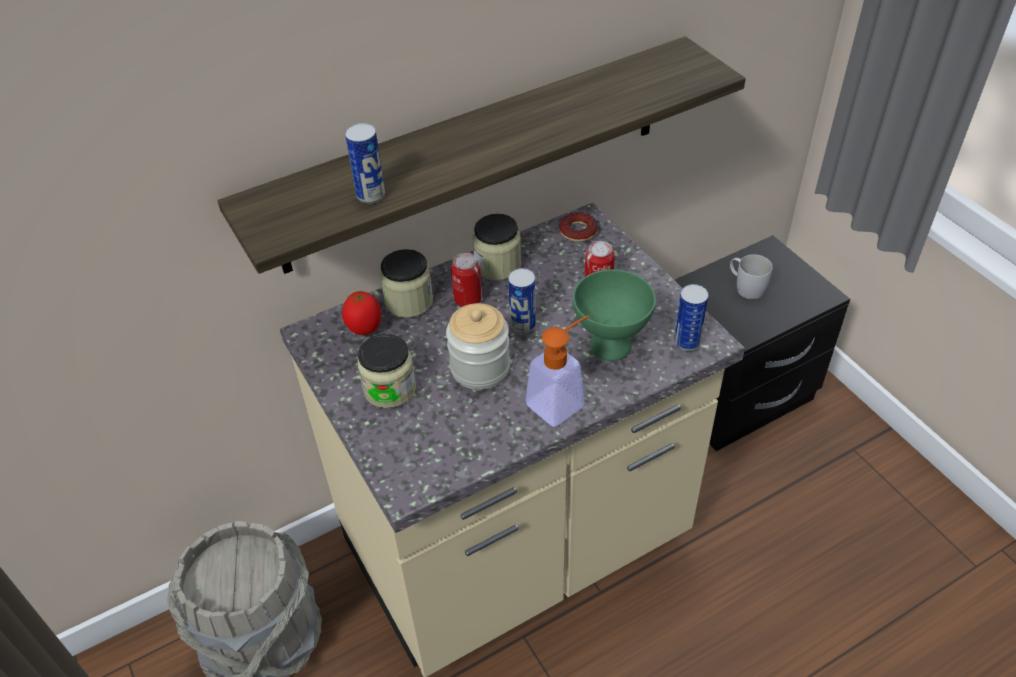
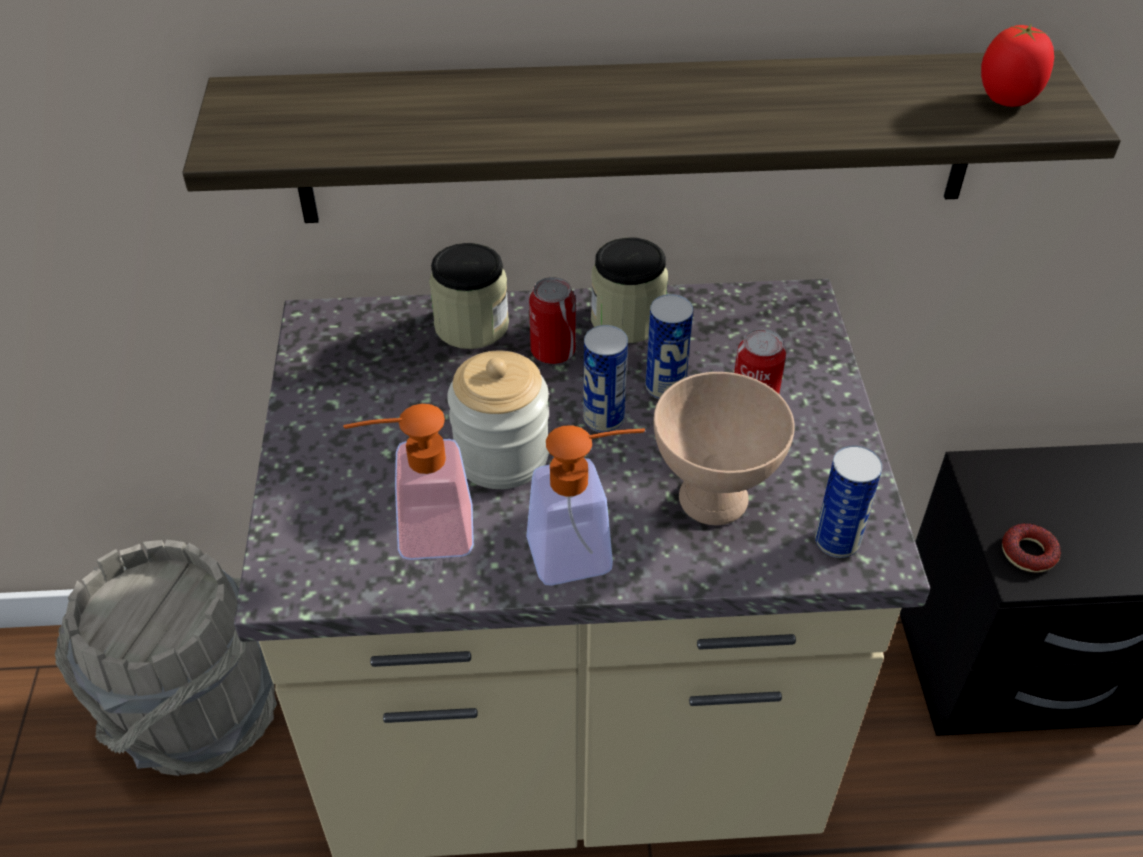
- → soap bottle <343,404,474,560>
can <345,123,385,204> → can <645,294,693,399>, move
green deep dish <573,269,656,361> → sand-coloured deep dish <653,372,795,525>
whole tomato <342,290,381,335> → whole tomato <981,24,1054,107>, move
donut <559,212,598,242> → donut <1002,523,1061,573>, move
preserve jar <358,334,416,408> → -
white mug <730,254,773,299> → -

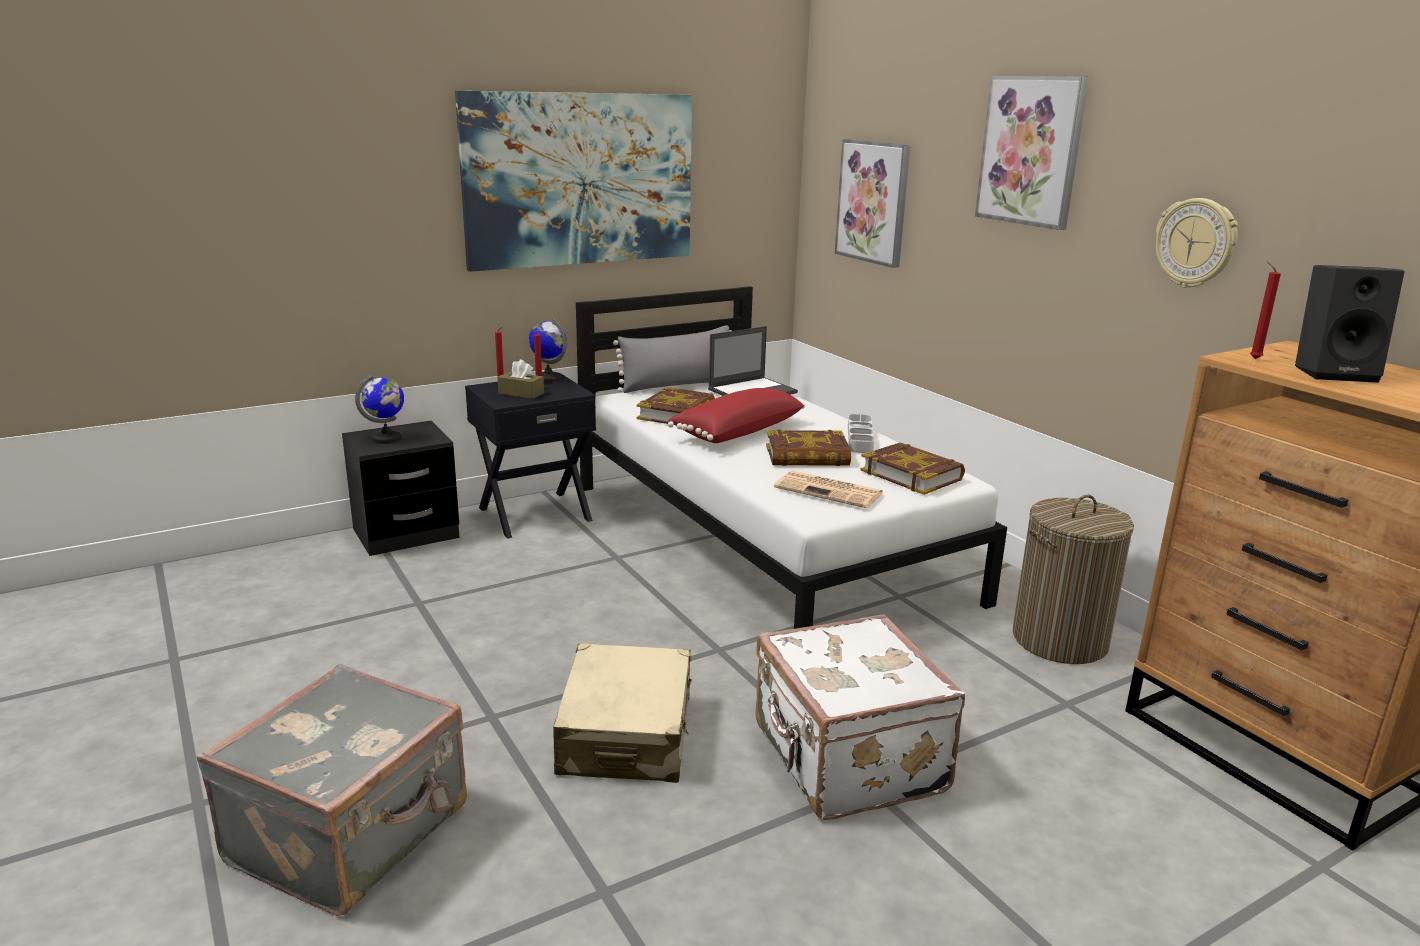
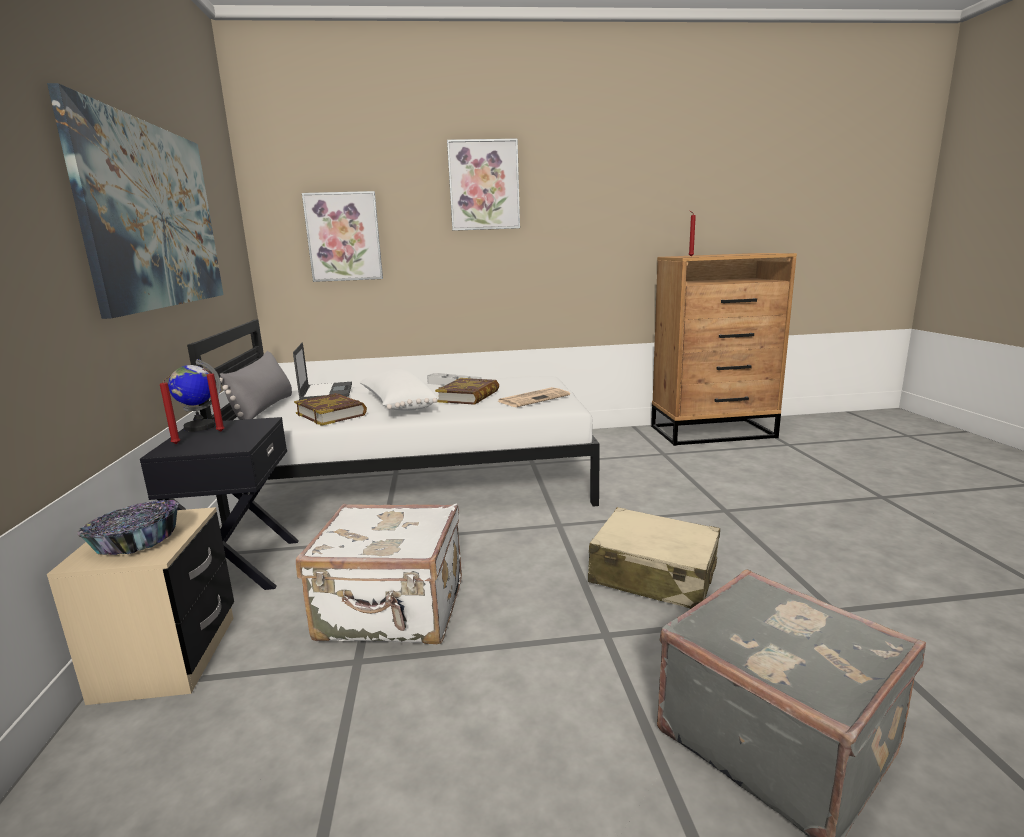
black-coloured nightstand <342,421,460,556> → sand-coloured nightstand <47,507,234,705>
world globe <355,374,404,444> → deep dish <77,500,179,555>
white travel case <755,614,965,820> → white travel case <296,503,462,644>, move
reddish pillow <668,388,805,443> → white pillow <360,369,438,411>
brownish tissue holder <498,359,544,399> → -
book <861,443,965,495> → -
washing basket <1013,495,1134,664> → -
clock on the wall <1155,198,1238,288> → -
black-coloured loudspeaker <1295,265,1404,383> → -

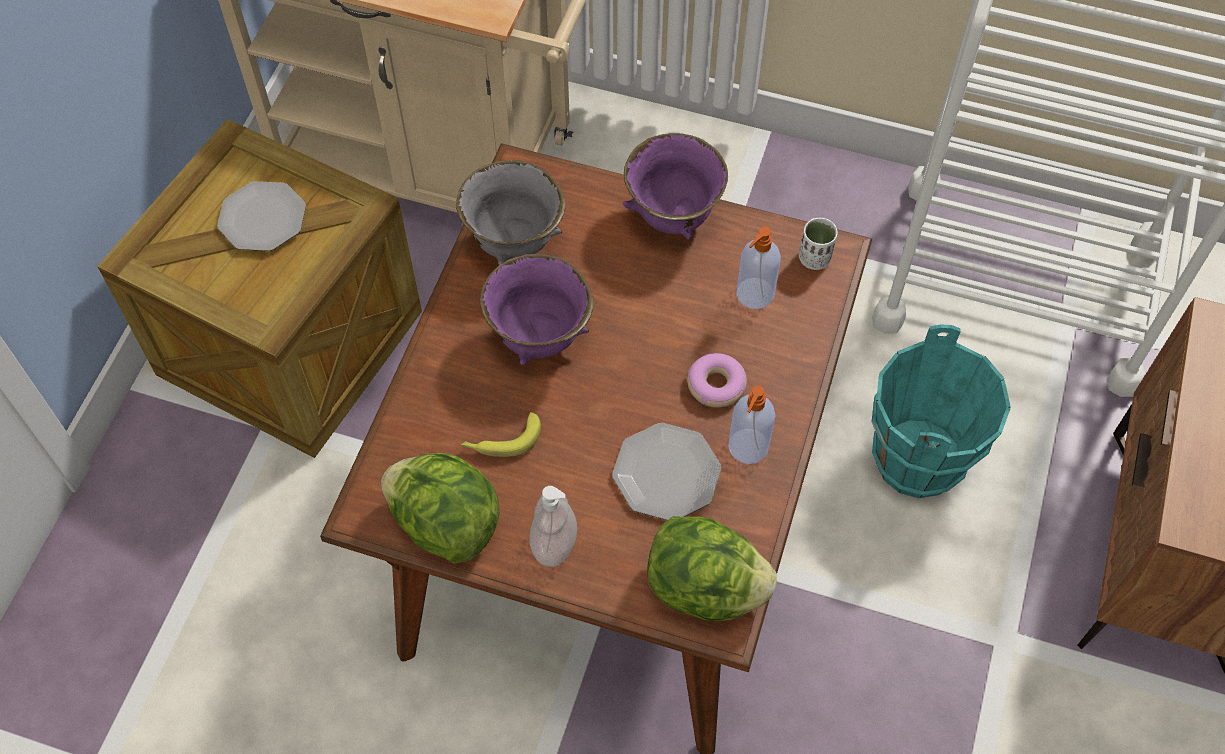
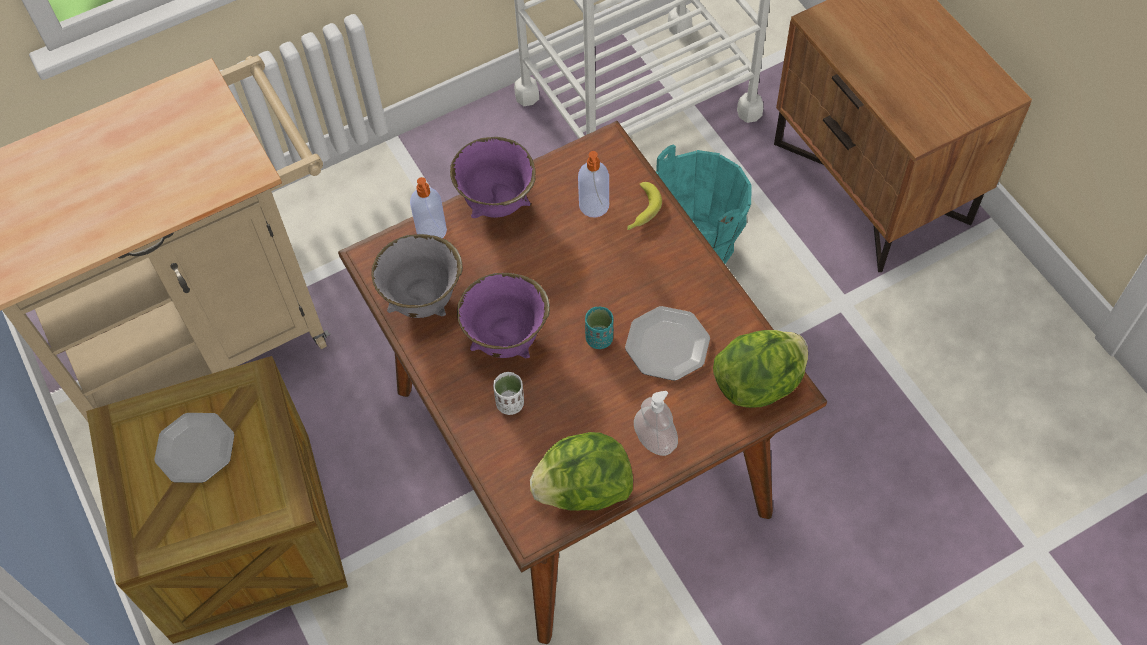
soap bottle <728,385,776,464> → soap bottle <410,177,447,239>, move
white drinking cup <799,218,838,270> → white drinking cup <493,372,524,415>, move
- → turquoise drinking cup <585,307,614,349>
banana fruit <461,412,541,457> → banana fruit <627,182,662,230>, move
donut <687,353,747,408> → -

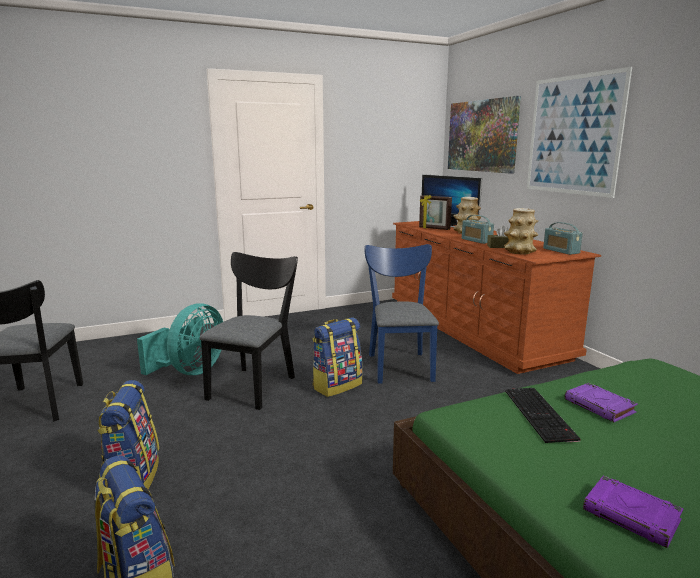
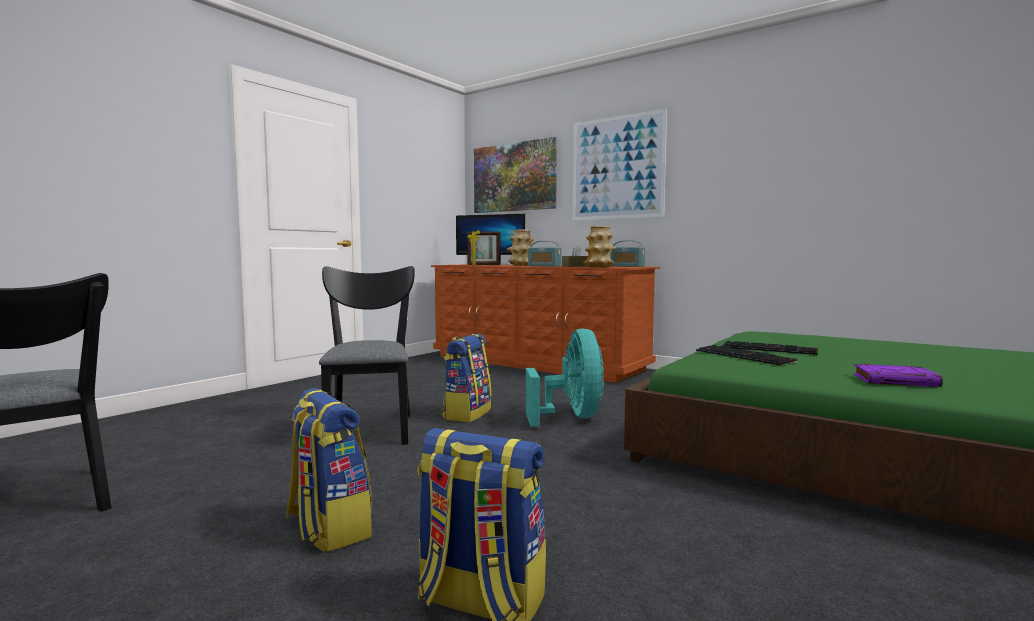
turquoise electric fan <137,303,223,375> → turquoise electric fan <526,328,604,426>, move
purple book <565,383,638,422> → PC keyboard <722,341,818,355>
bluish upright chair <364,244,439,384> → -

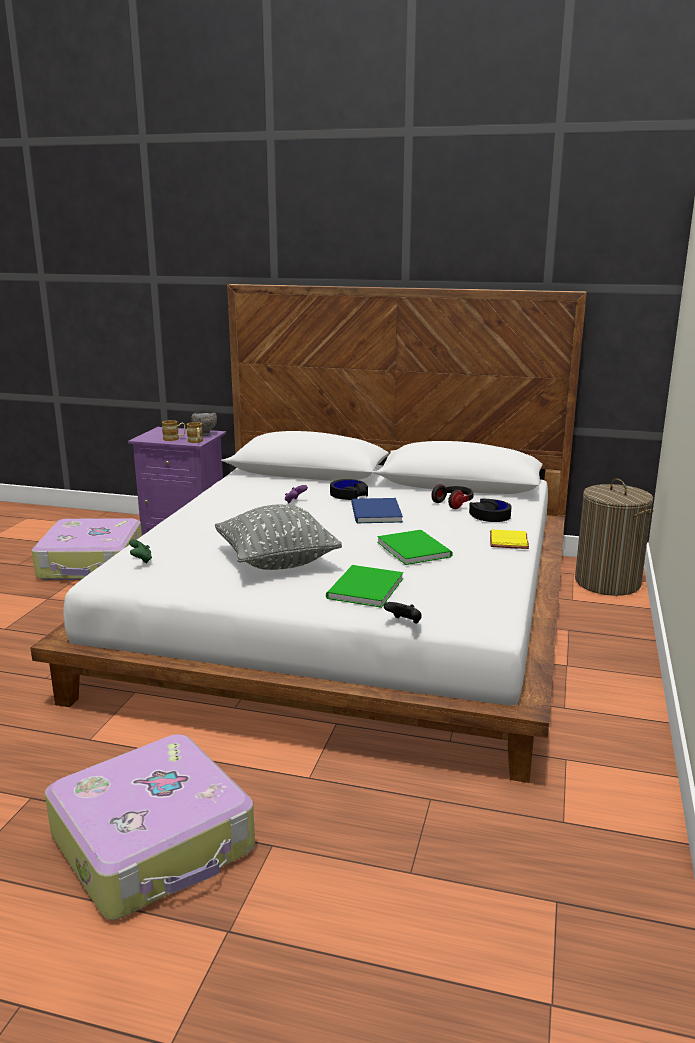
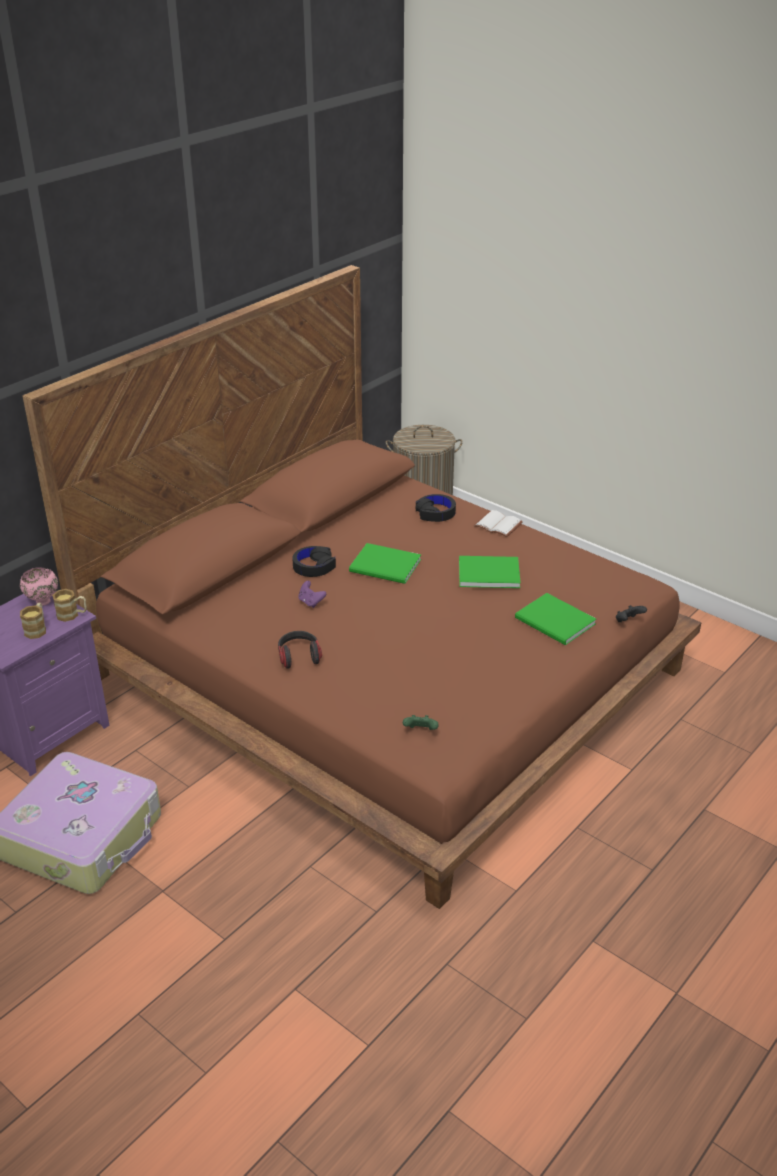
grey deep dish <191,410,217,436> → pinkish deep dish <20,567,58,606>
white bed <30,284,587,783> → brownish bed <22,265,701,909>
pair of headphones <431,484,474,509> → pair of headphones <278,631,322,668>, move
bluish book <352,498,403,523> → green book <349,543,421,584>
yellow-coloured book <490,529,529,549> → white book <474,510,523,537>
travel case <45,734,255,920> → -
grey pillow <215,505,342,570> → -

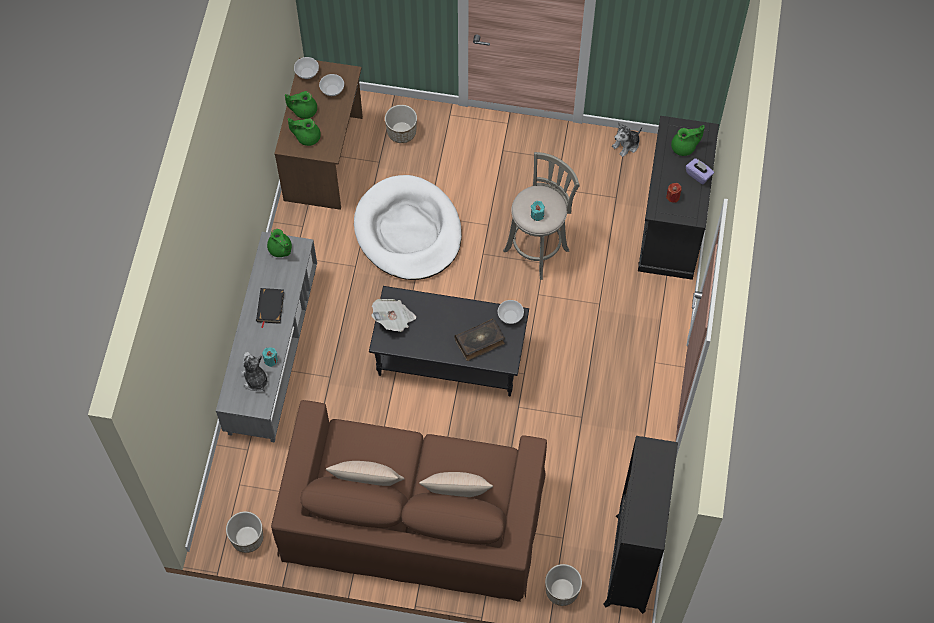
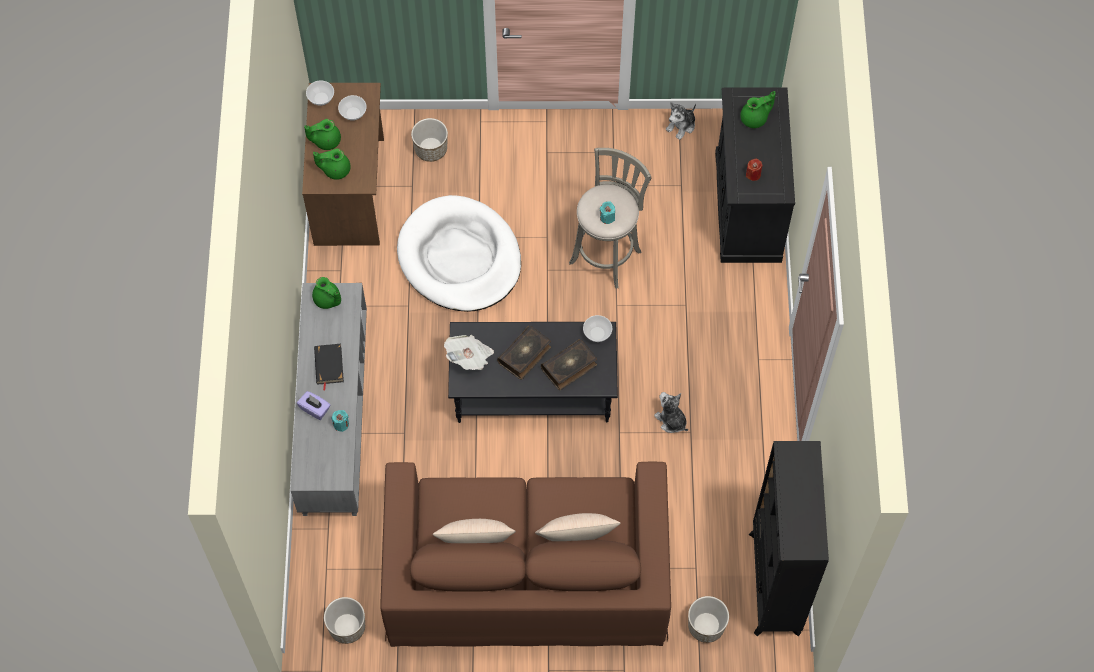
purple tissue holder <686,158,714,185> → purple tissue holder <297,391,331,420>, move
- → book <497,325,551,380>
soft toy <241,352,269,391> → soft toy <654,392,688,433>, move

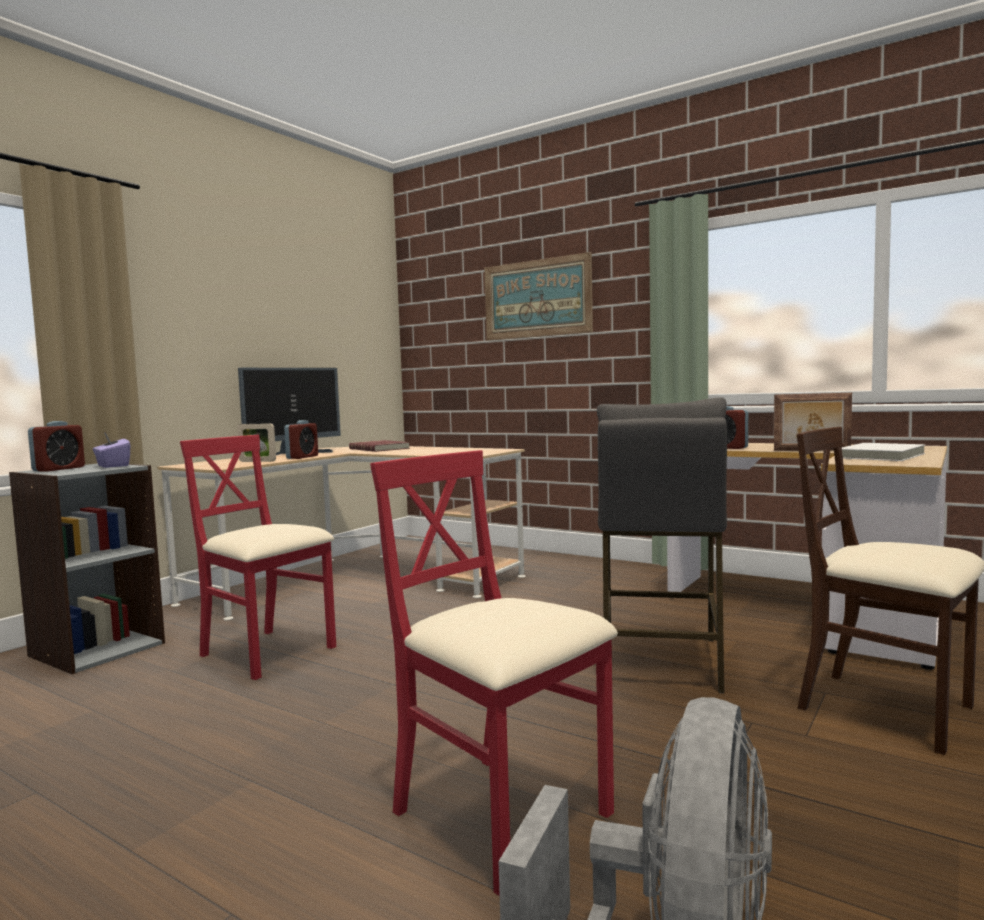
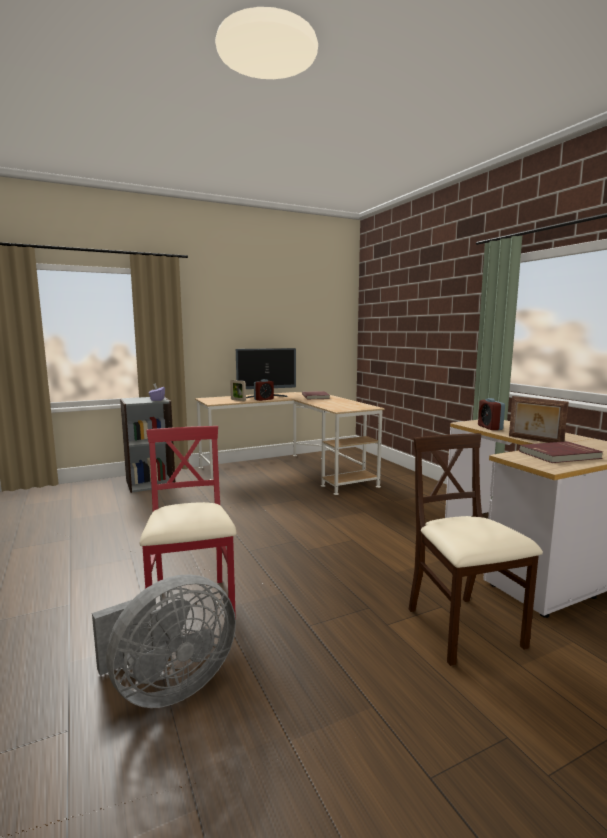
white book <842,443,925,461> → reddish book <519,441,603,463>
table clock <28,421,85,472> → -
reddish upright chair <180,435,336,680> → -
wall art <484,252,593,340> → -
grey stool seat <597,397,727,694> → -

